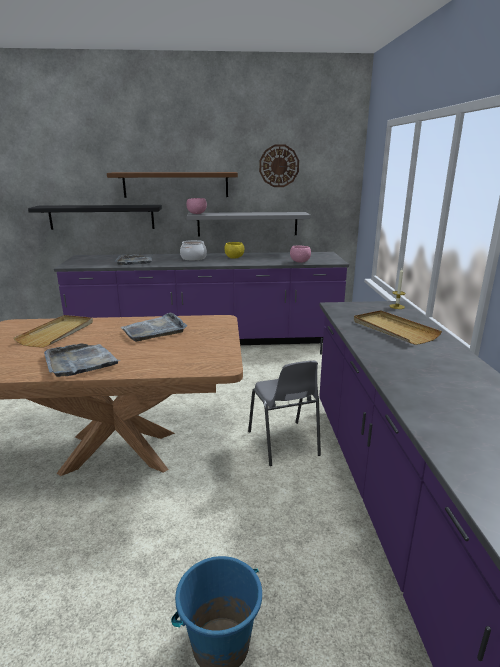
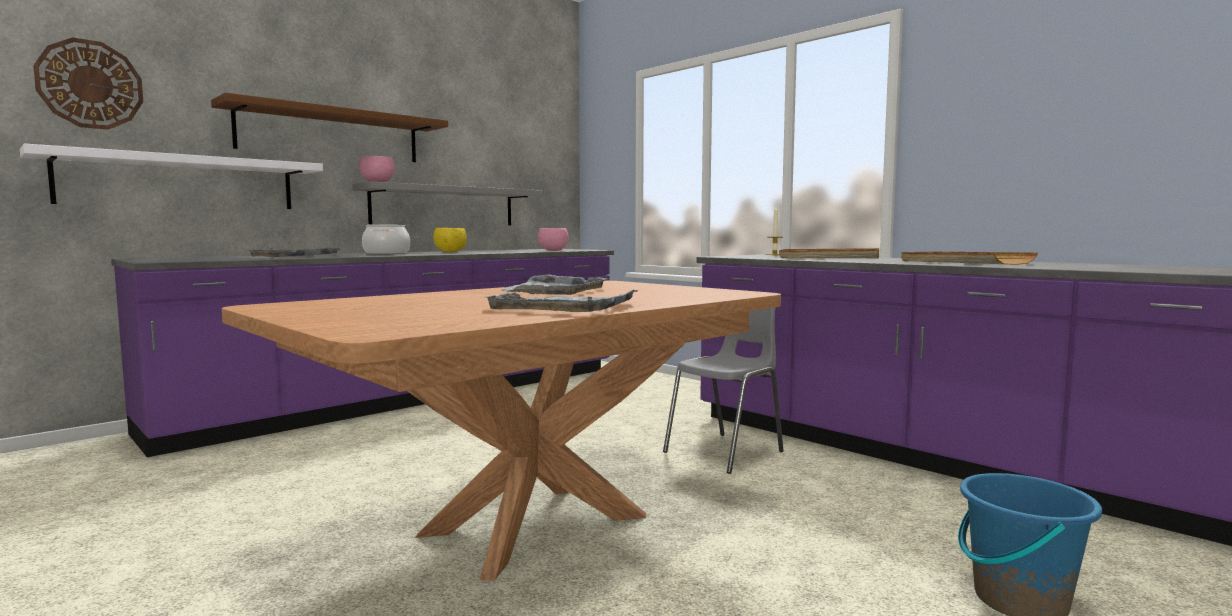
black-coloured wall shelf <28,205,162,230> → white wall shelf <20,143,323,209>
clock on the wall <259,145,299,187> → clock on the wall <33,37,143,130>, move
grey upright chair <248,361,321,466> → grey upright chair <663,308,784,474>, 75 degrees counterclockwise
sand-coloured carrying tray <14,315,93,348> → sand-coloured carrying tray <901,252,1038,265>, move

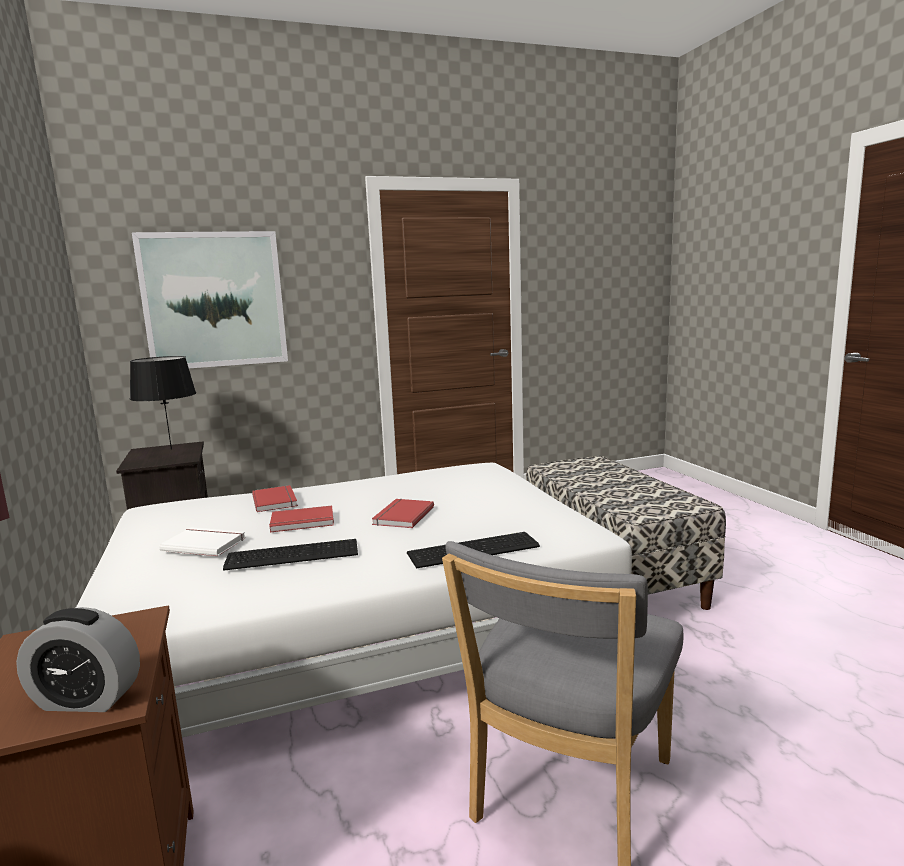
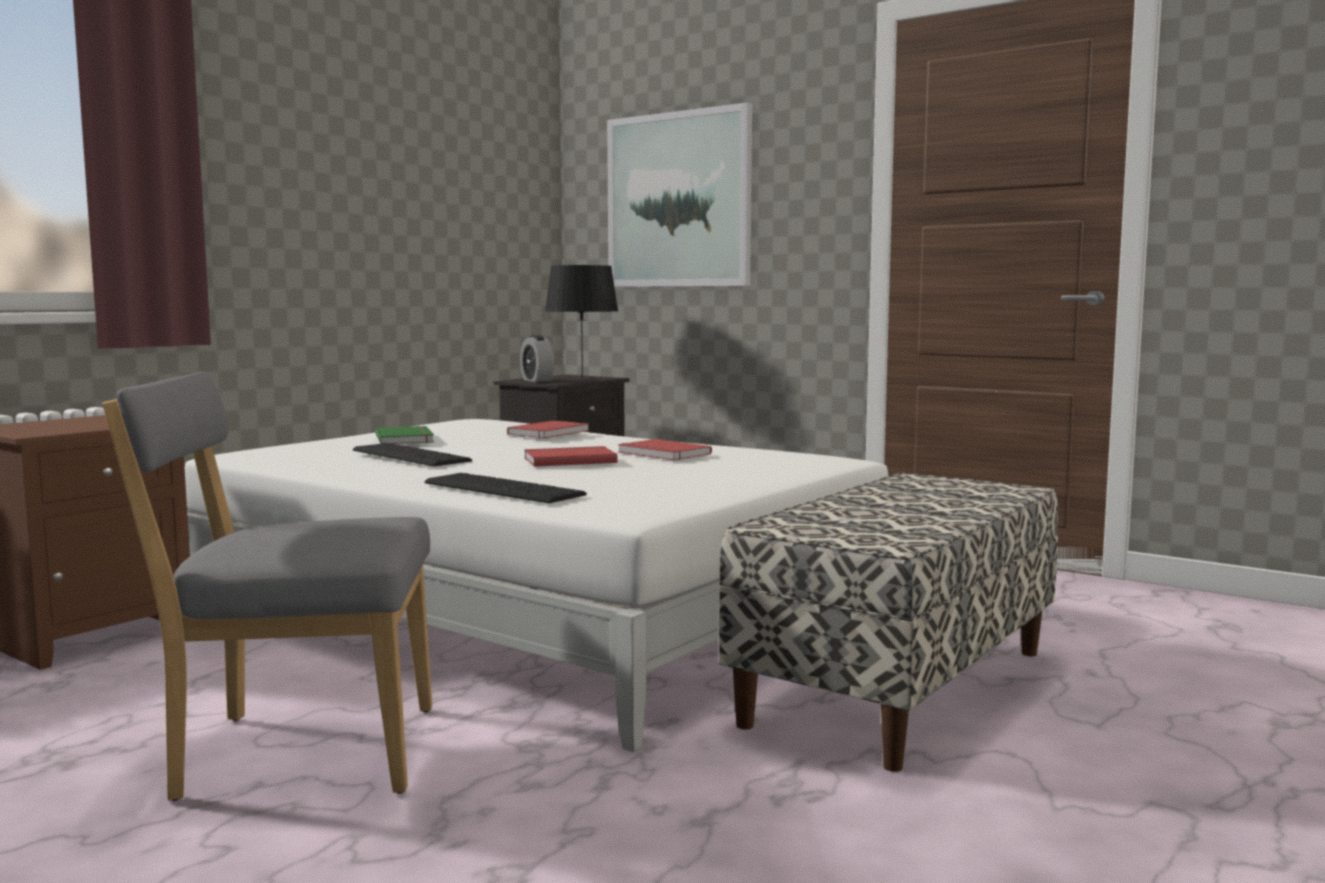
white book <159,527,246,556> → green book <375,426,434,444>
table clock <16,607,140,712> → table clock <520,335,554,382>, move
reddish book <269,505,334,532> → reddish book <618,439,712,460>, move

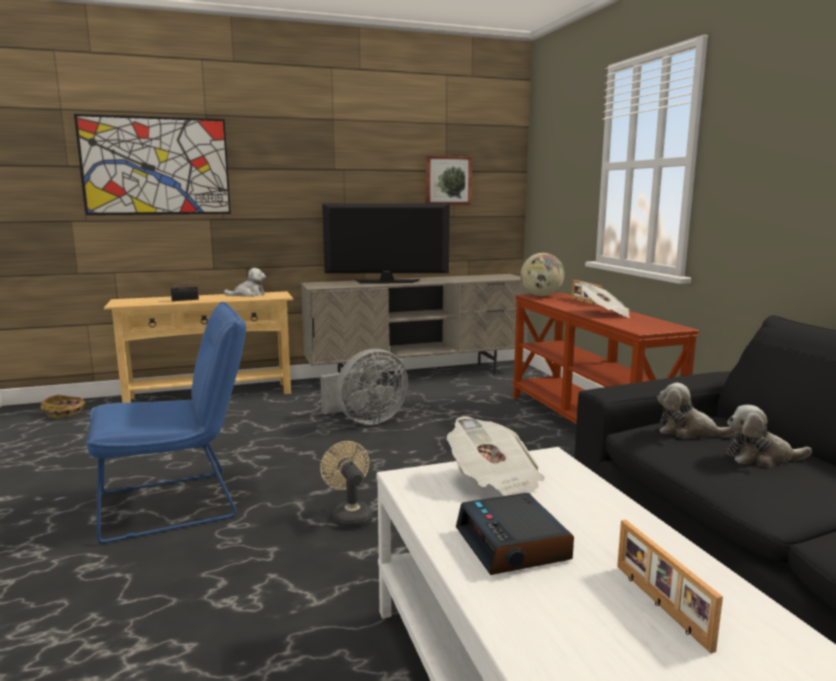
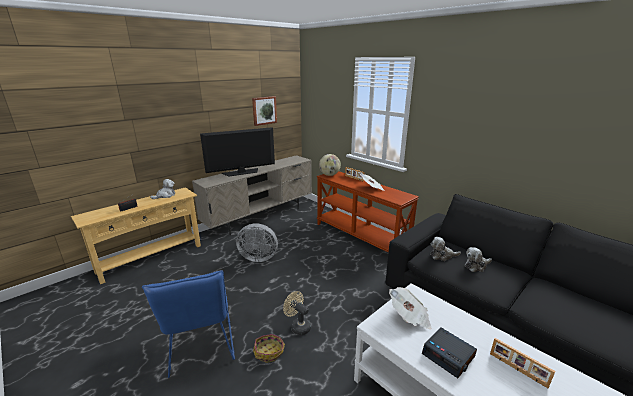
bluish upright chair <85,302,246,543> → bluish upright chair <142,270,235,378>, 120 degrees clockwise
grey electric fan <320,349,408,425> → grey electric fan <236,223,278,262>, 60 degrees clockwise
household basket <40,395,88,418> → household basket <253,334,285,363>, move
wall art <74,114,231,215> → -

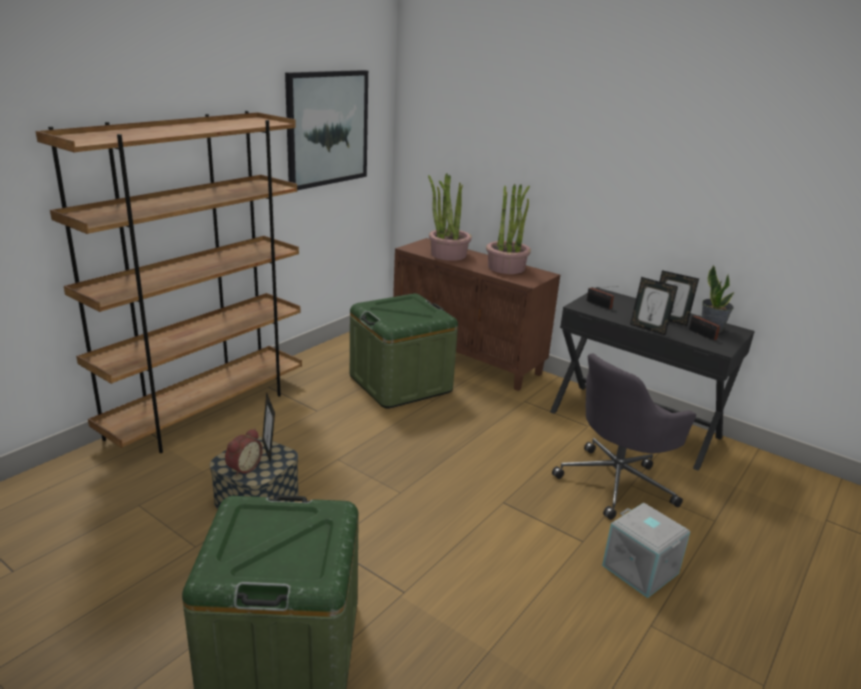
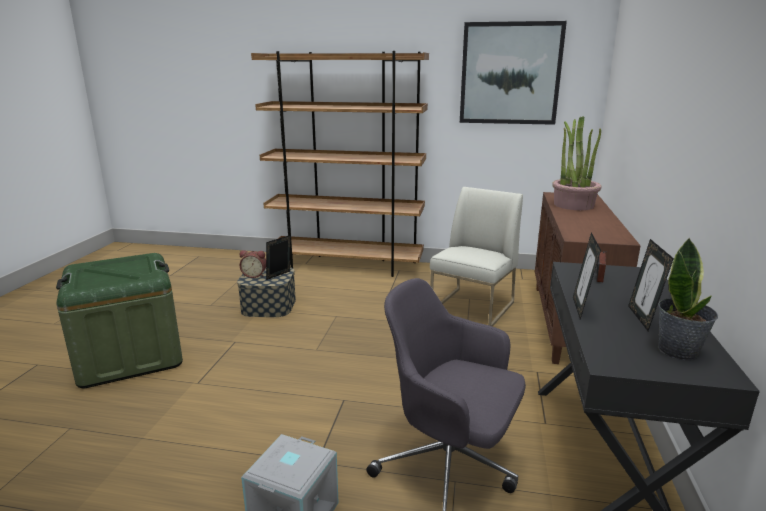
green storage box <350,293,458,409> → white upright chair <430,187,523,326>
houseplant <486,184,531,274> → -
radio receiver <689,315,726,341> → -

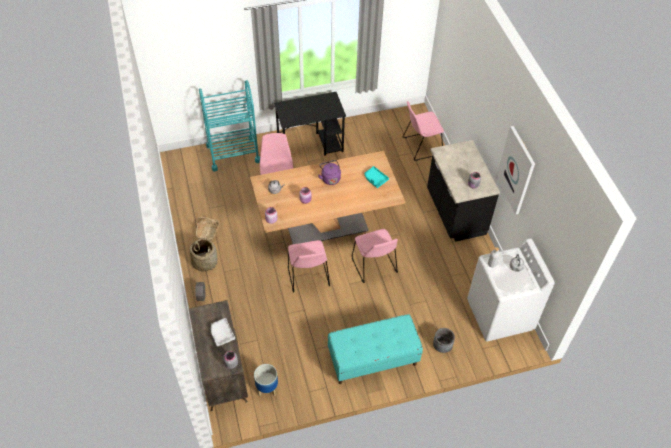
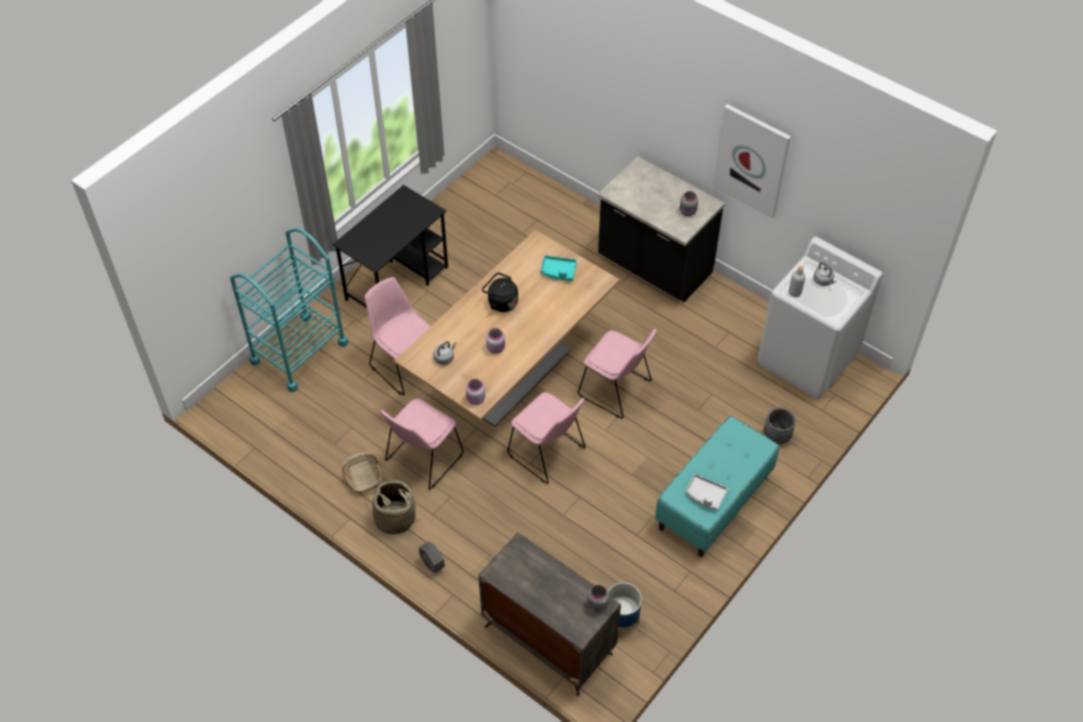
pinkish upright chair <403,101,444,161> → pinkish upright chair <380,398,463,490>, move
purple tea kettle <318,160,341,185> → black-coloured tea kettle <482,272,518,312>
grey carrying tray <211,318,235,347> → grey carrying tray <686,474,728,511>, move

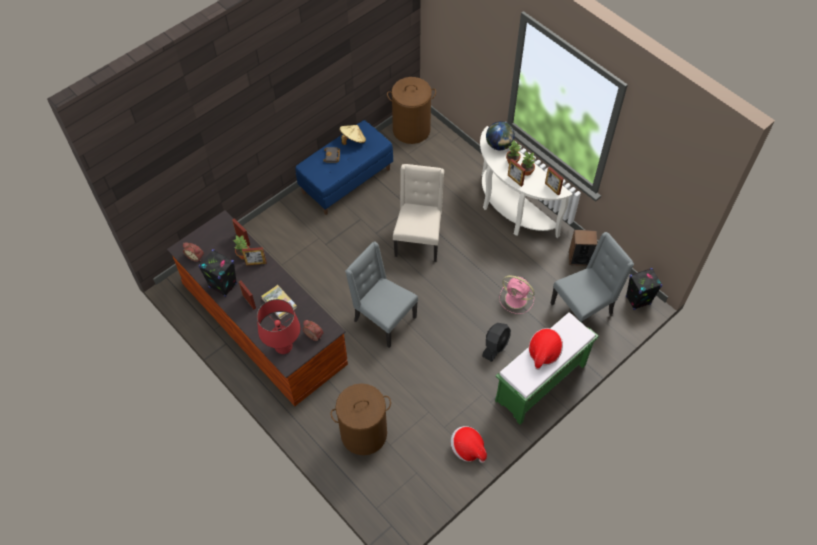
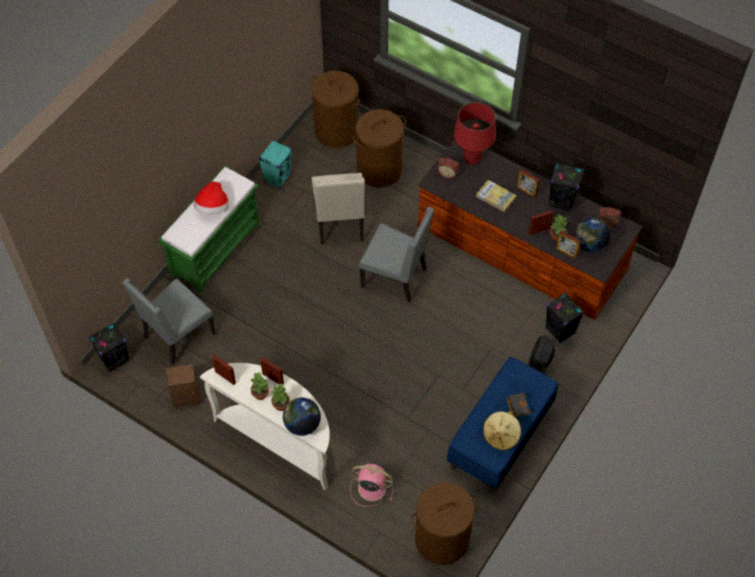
wearable hat <451,426,487,463> → turquoise loudspeaker <258,140,292,189>
- → brownish washing basket <310,71,360,148>
sand-coloured upright chair <393,164,444,262> → sand-coloured upright chair <312,173,365,244>, move
pinkish electric fan <499,275,535,314> → pinkish electric fan <350,464,393,507>, move
black-coloured electric fan <482,323,511,362> → black-coloured electric fan <528,335,555,374>, move
- → black-coloured loudspeaker <546,293,584,343>
- → world globe <575,218,610,252>

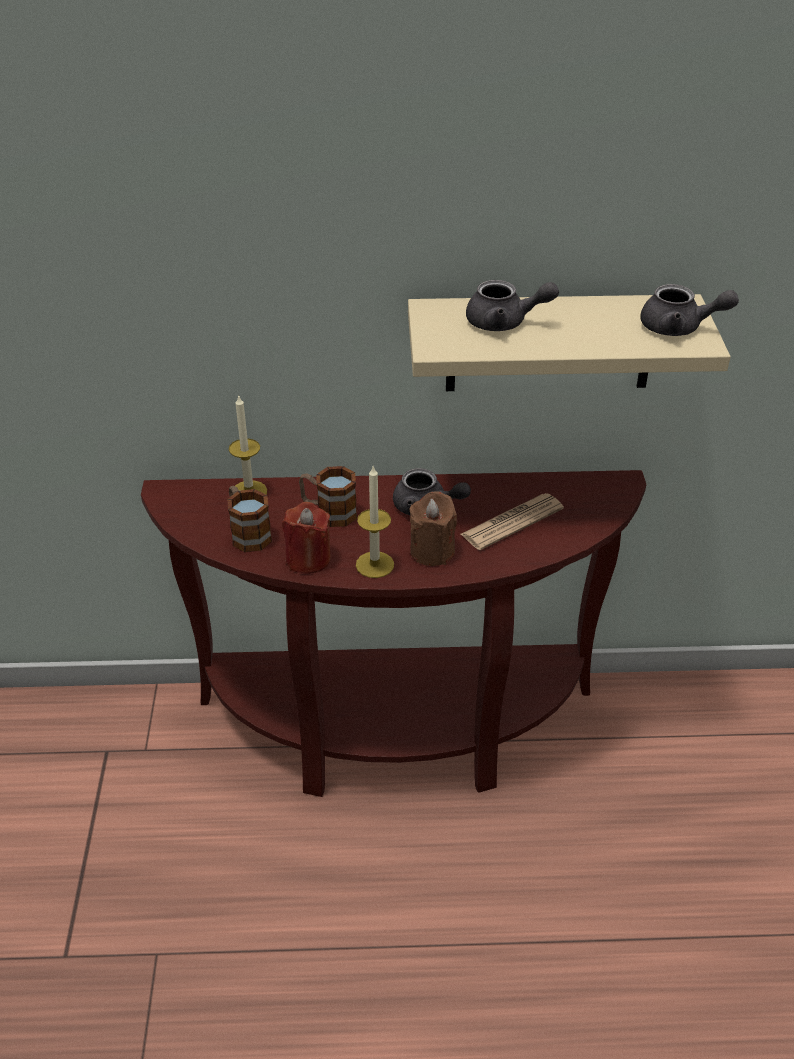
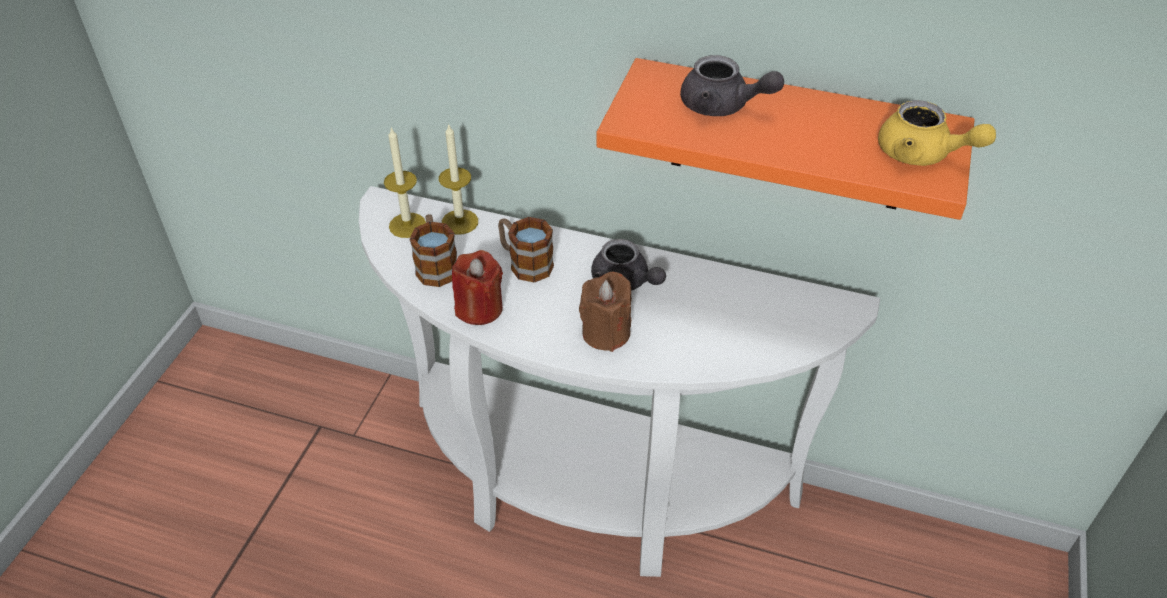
brownish hall table <141,470,646,797> → white hall table <359,186,880,577>
wax light <356,466,394,578> → wax light <384,127,426,238>, move
sand-coloured wall shelf <408,294,731,391> → orange-coloured wall shelf <596,58,975,220>
grey tea pot <640,284,739,336> → yellow-coloured tea pot <878,100,996,166>
printed paper <461,493,564,550> → -

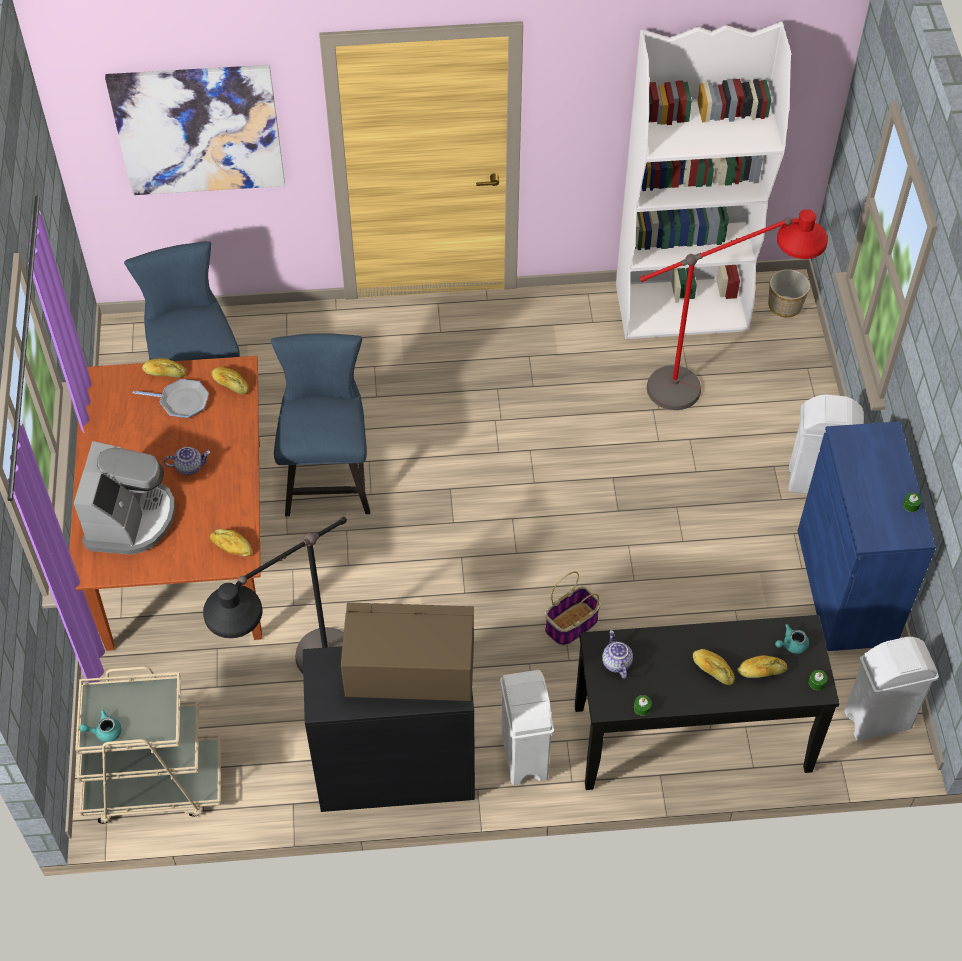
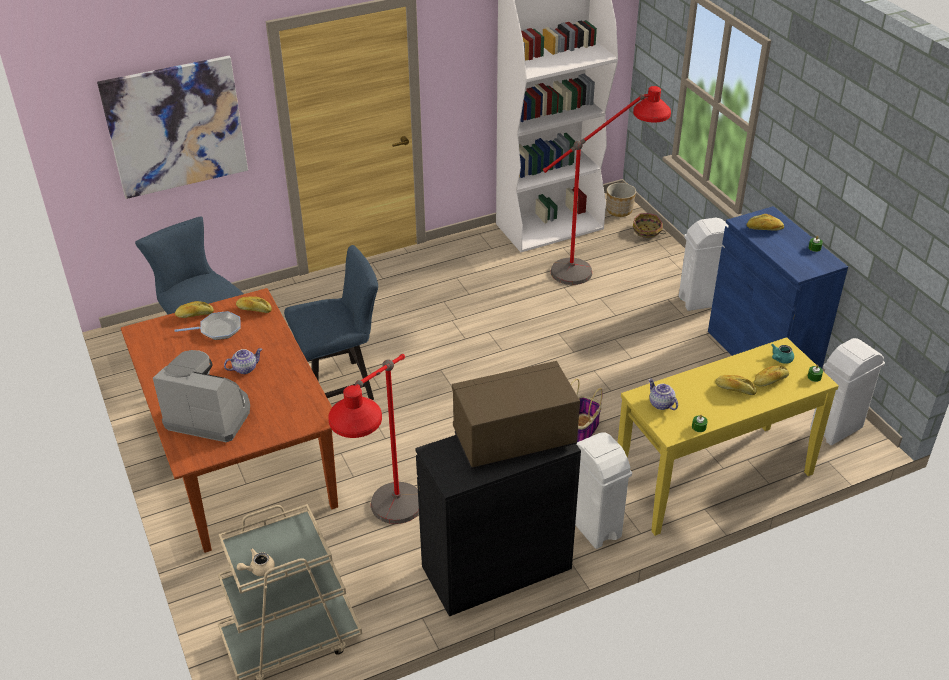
coffee brewer <74,441,175,555> → coffee brewer <153,350,250,442>, 60 degrees counterclockwise
turquoise tea pot <79,709,122,742> → sand-coloured tea pot <237,548,275,576>
bluish upright chair <271,333,370,516> → bluish upright chair <284,245,378,400>, 90 degrees clockwise
black-coloured standing lamp <203,517,347,674> → reddish standing lamp <328,354,419,524>
black-coloured hall table <575,615,840,790> → yellow-coloured hall table <618,337,839,536>
- → household basket <633,213,666,238>
bread <210,529,252,556> → bread <747,214,784,231>, move

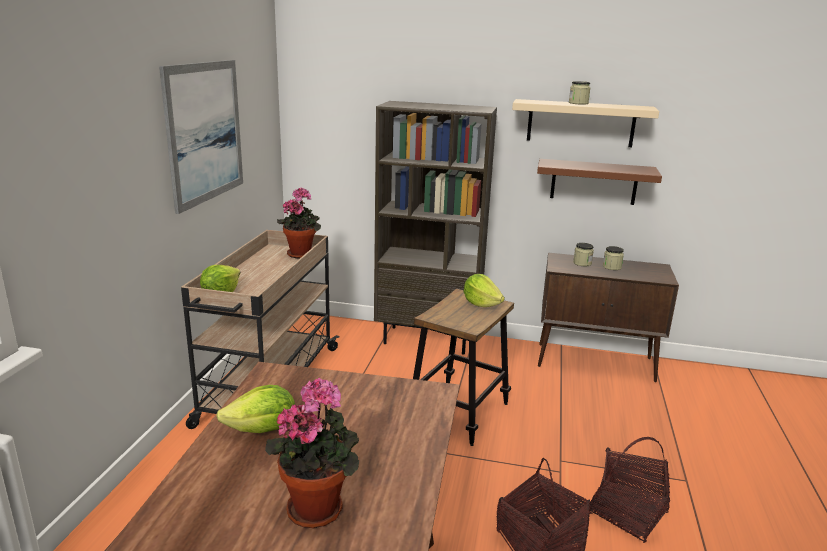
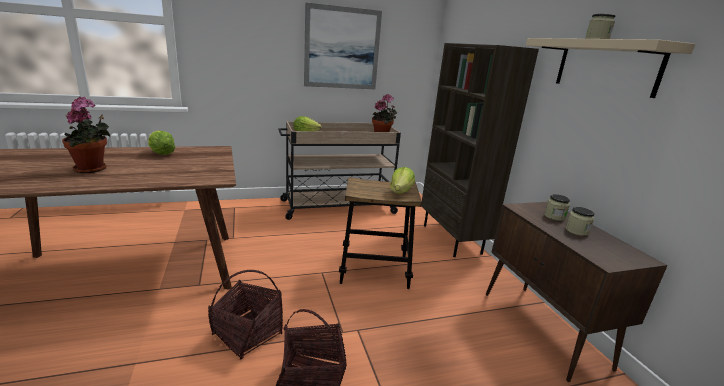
brownish wall shelf <537,159,662,205> → -

